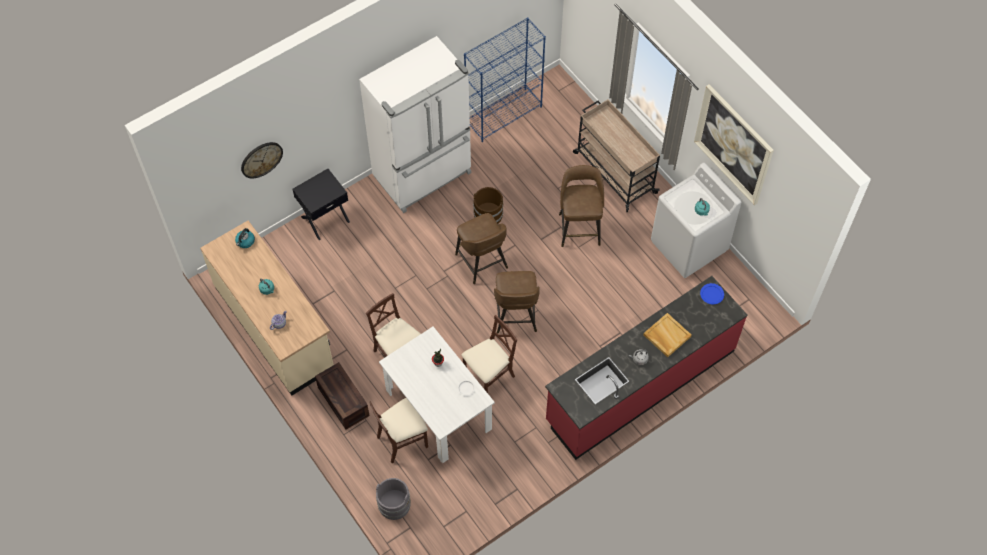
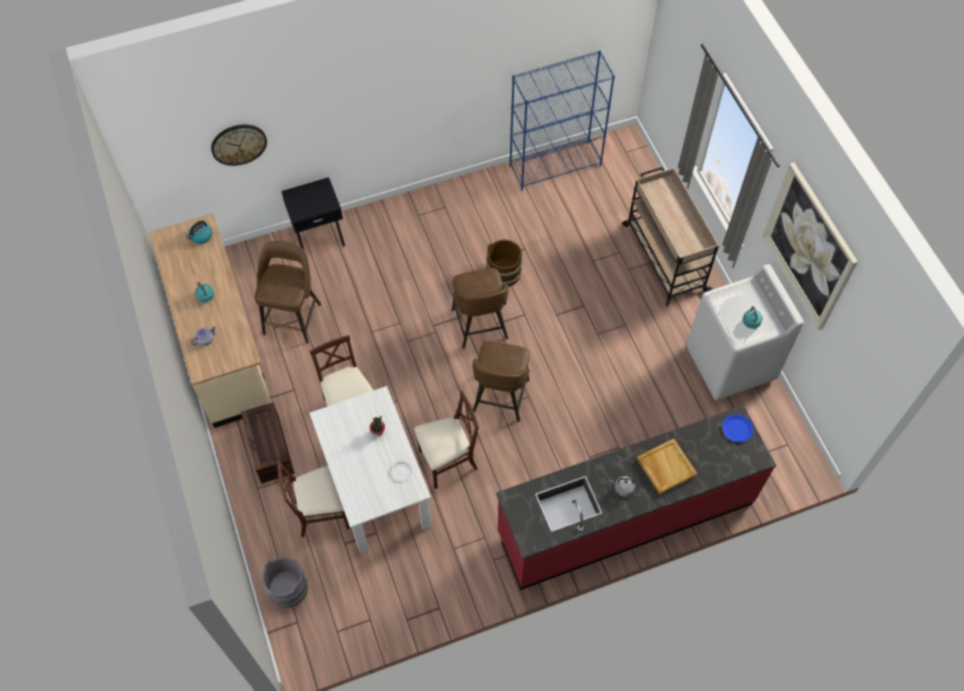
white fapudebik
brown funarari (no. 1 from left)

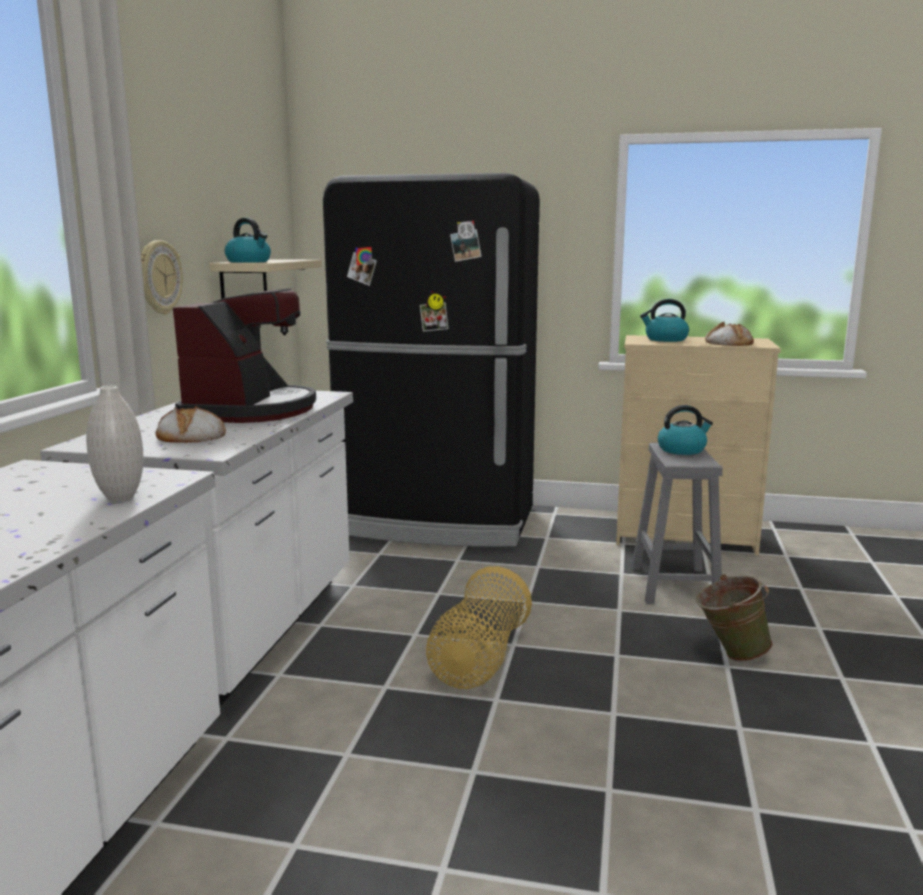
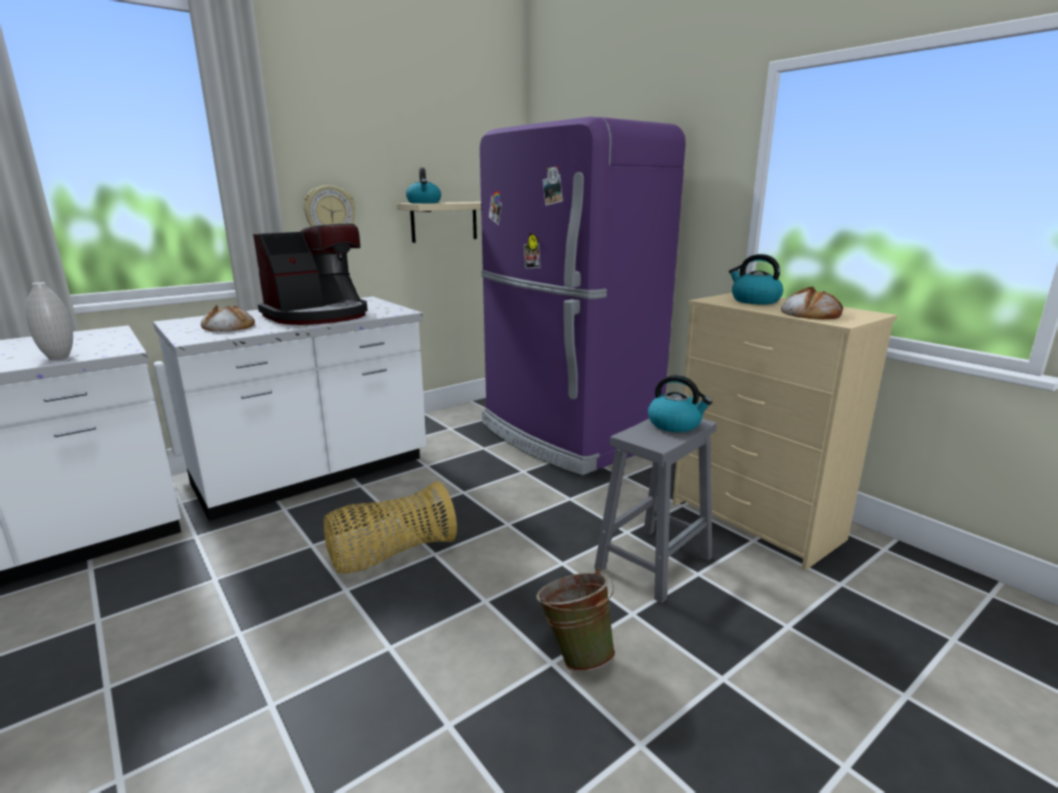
purple fapudebik

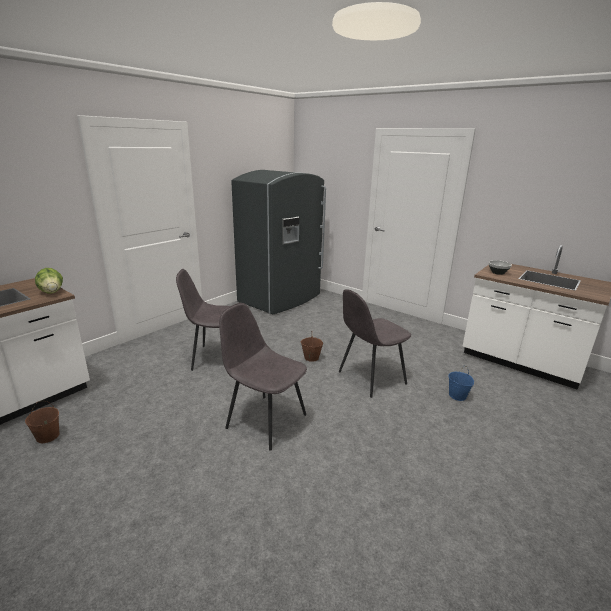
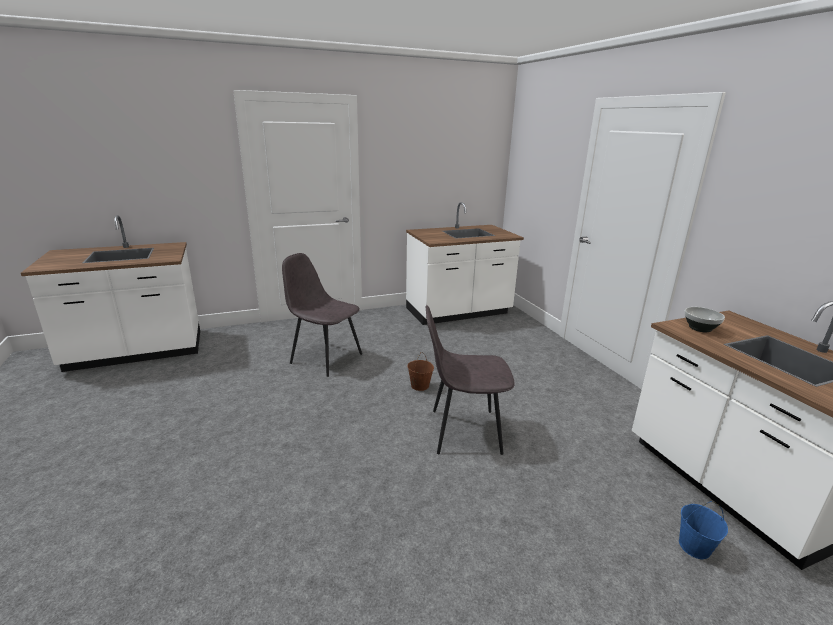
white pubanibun (no. 2 from left)
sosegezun
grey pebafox (no. 2 from left in the first image)
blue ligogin
brown ligogin (no. 1 from left in the first image)

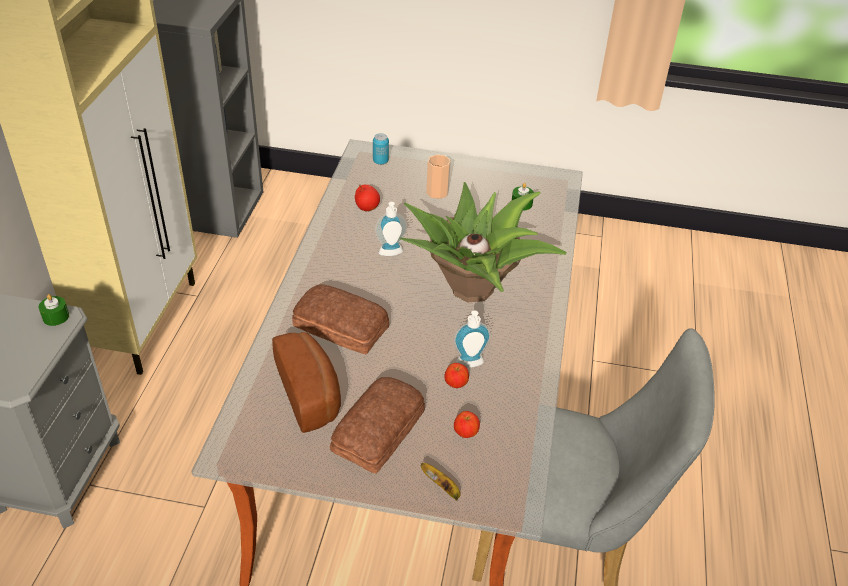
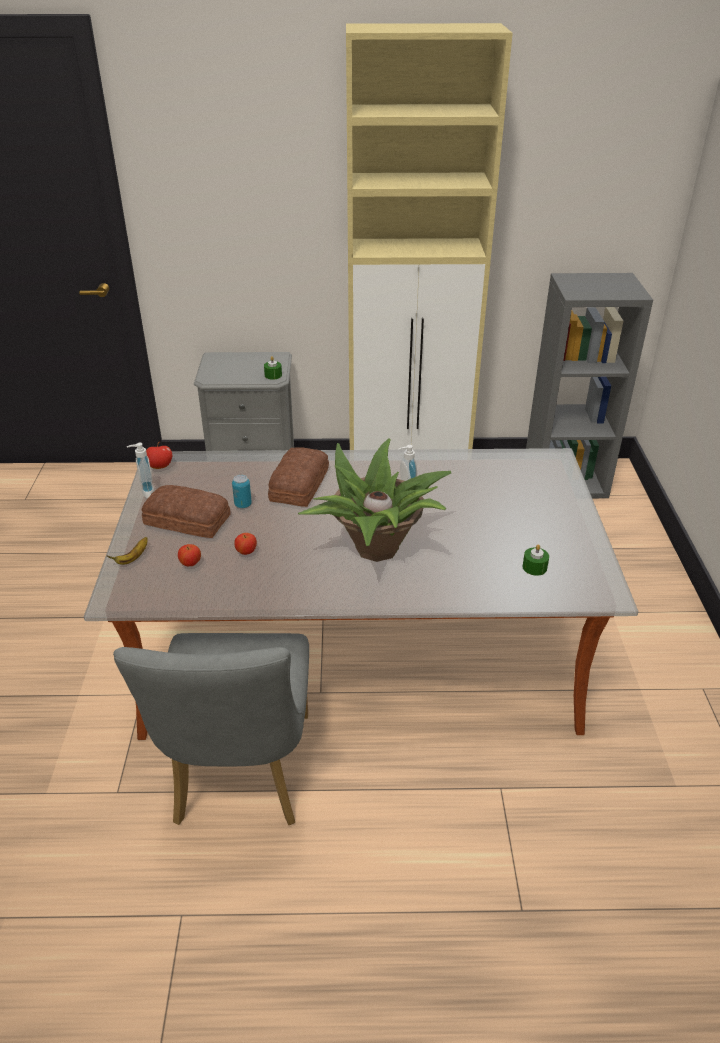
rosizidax
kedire
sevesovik (no. 1 from left)
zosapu (no. 1 from left)
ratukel (no. 1 from left in the first image)

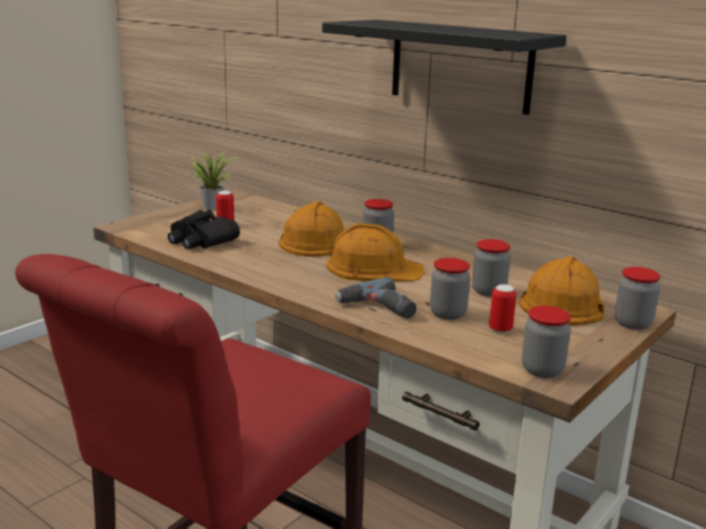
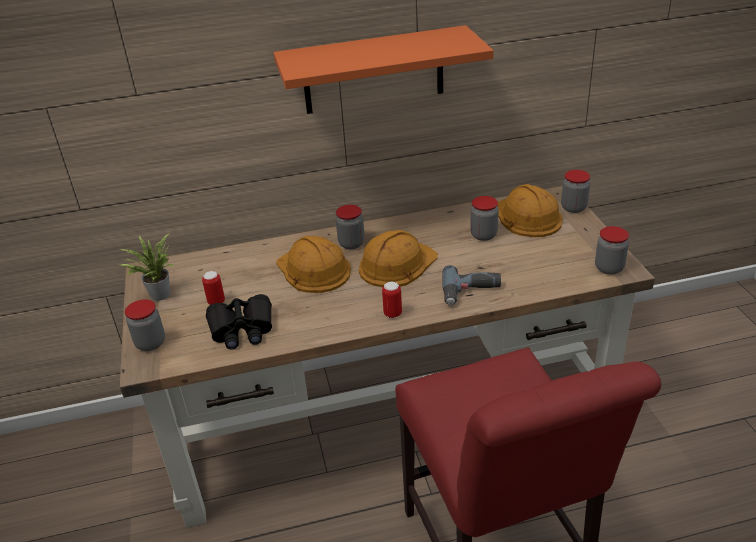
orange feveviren
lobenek (no. 1 from left)
rosizidax (no. 2 from left)

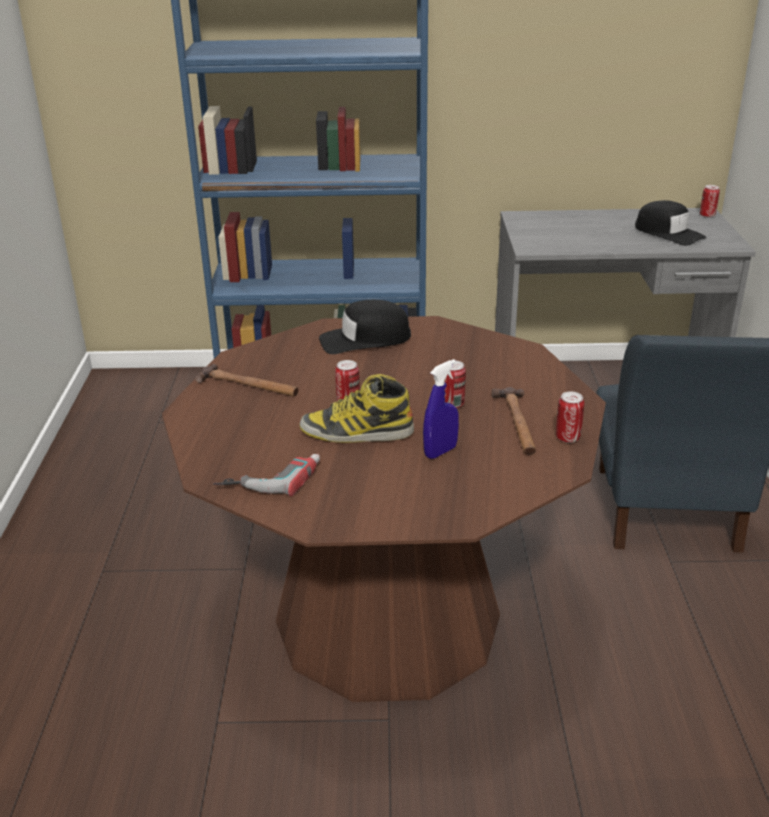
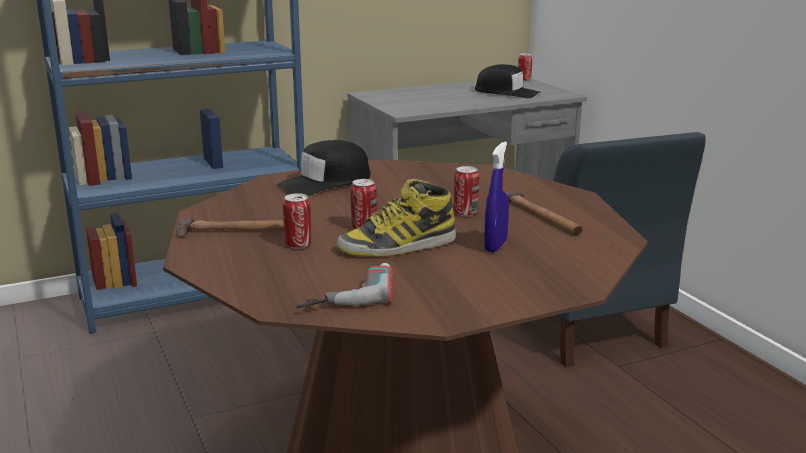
rosizidax (no. 1 from left)

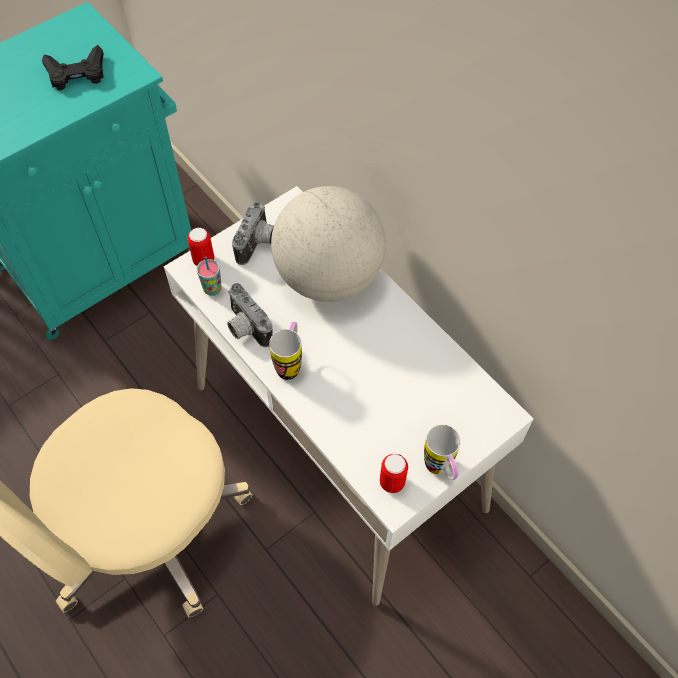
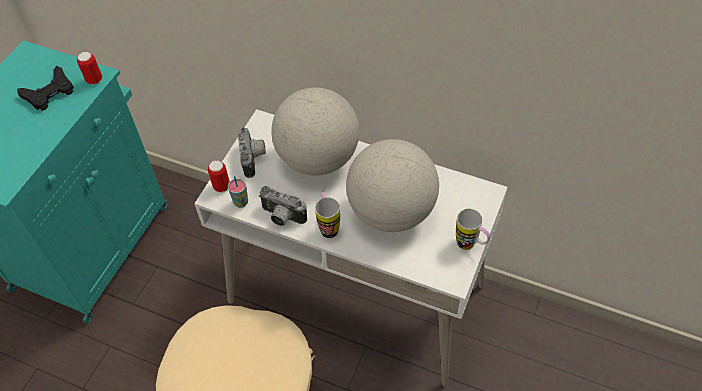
rosizidax (no. 1 from left)
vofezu (no. 2 from left)

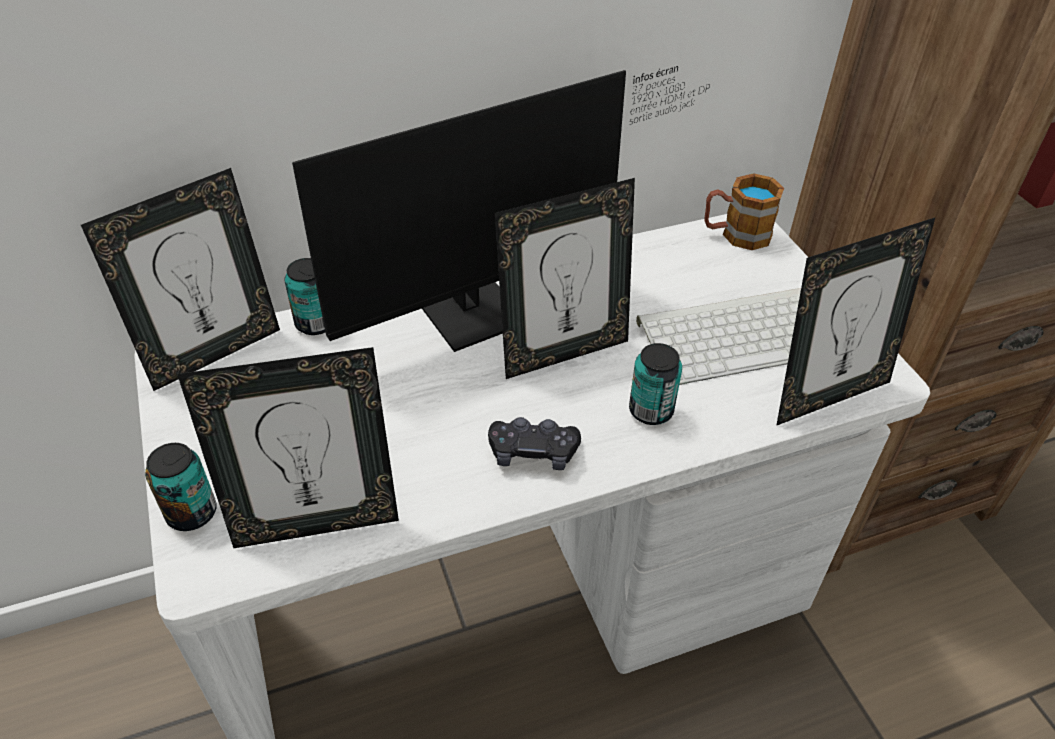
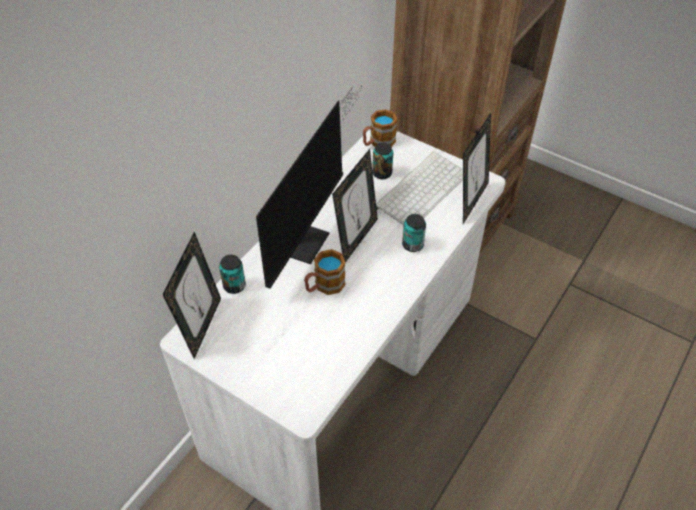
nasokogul (no. 2 from left in the first image)
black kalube
rosizidax (no. 2 from left)
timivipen (no. 1 from left)

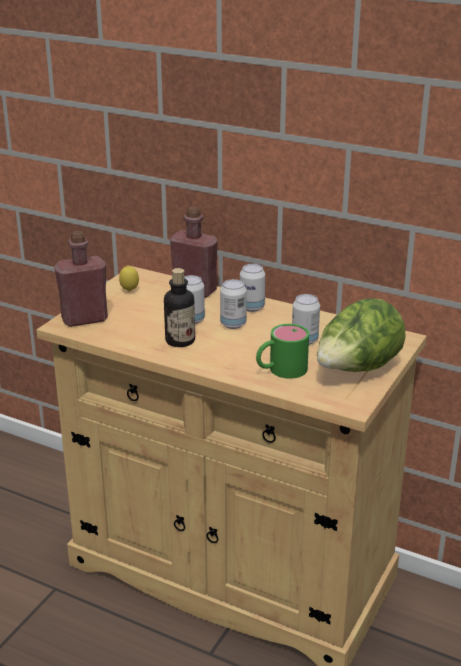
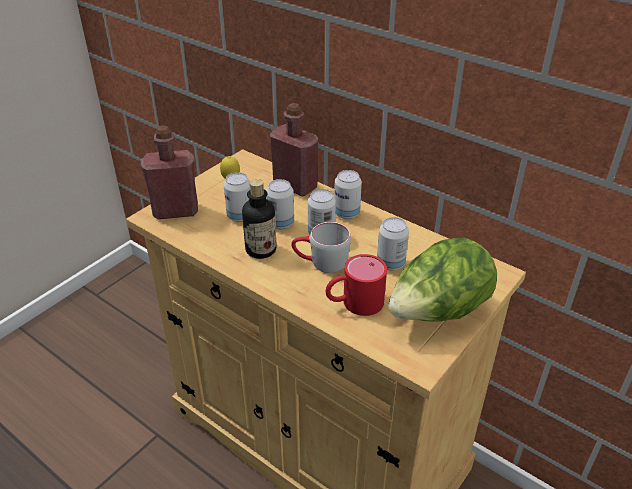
red timivipen
rosizidax (no. 1 from left)
grey timivipen

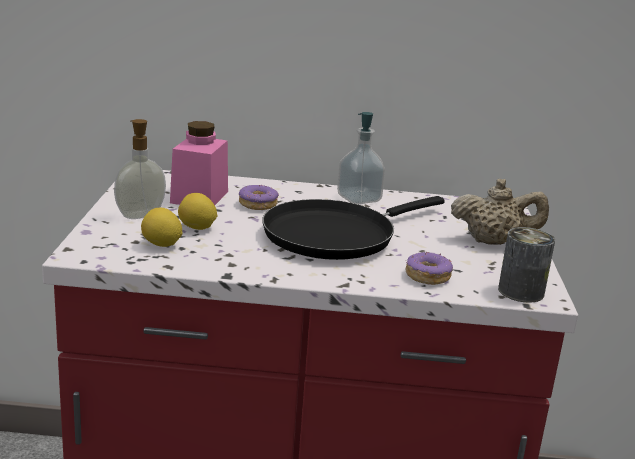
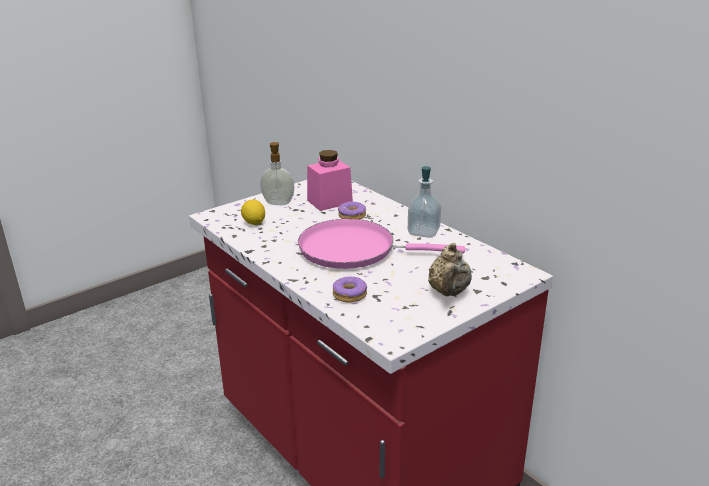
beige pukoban
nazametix (no. 2 from left in the first image)
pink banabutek
rosizidax

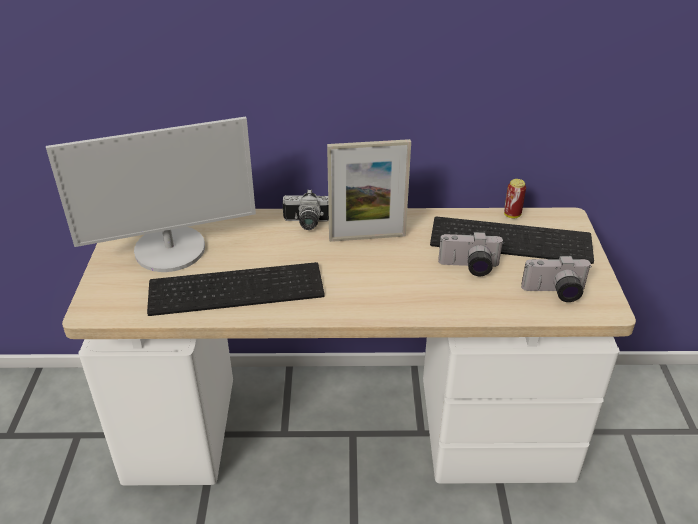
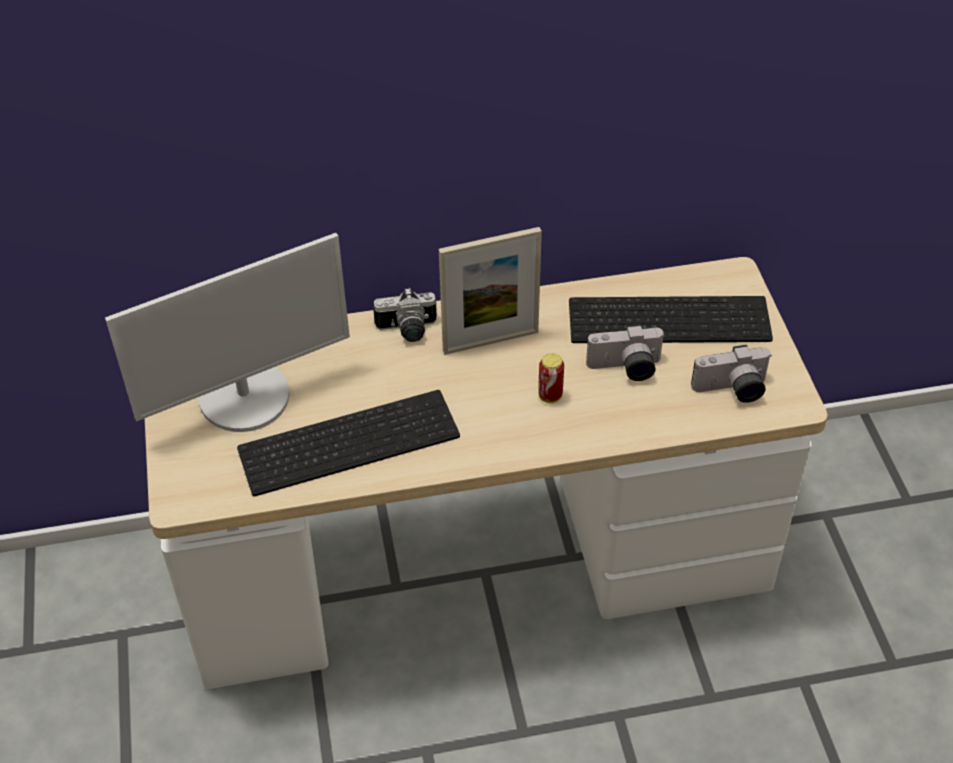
rosizidax

